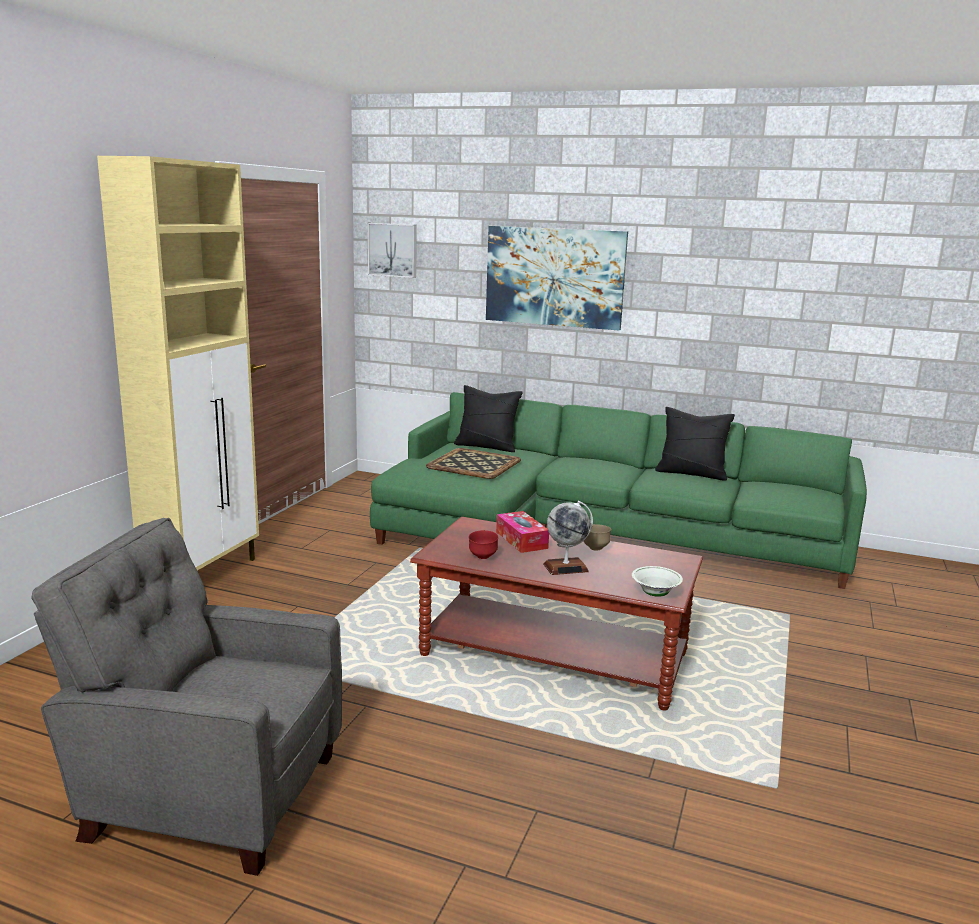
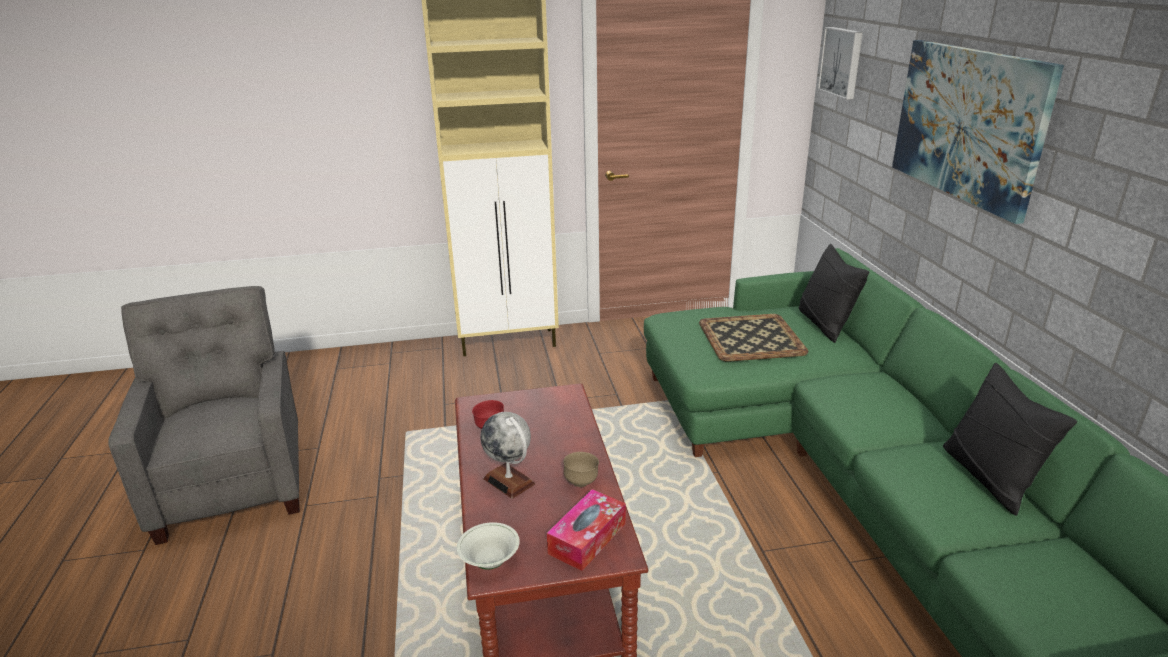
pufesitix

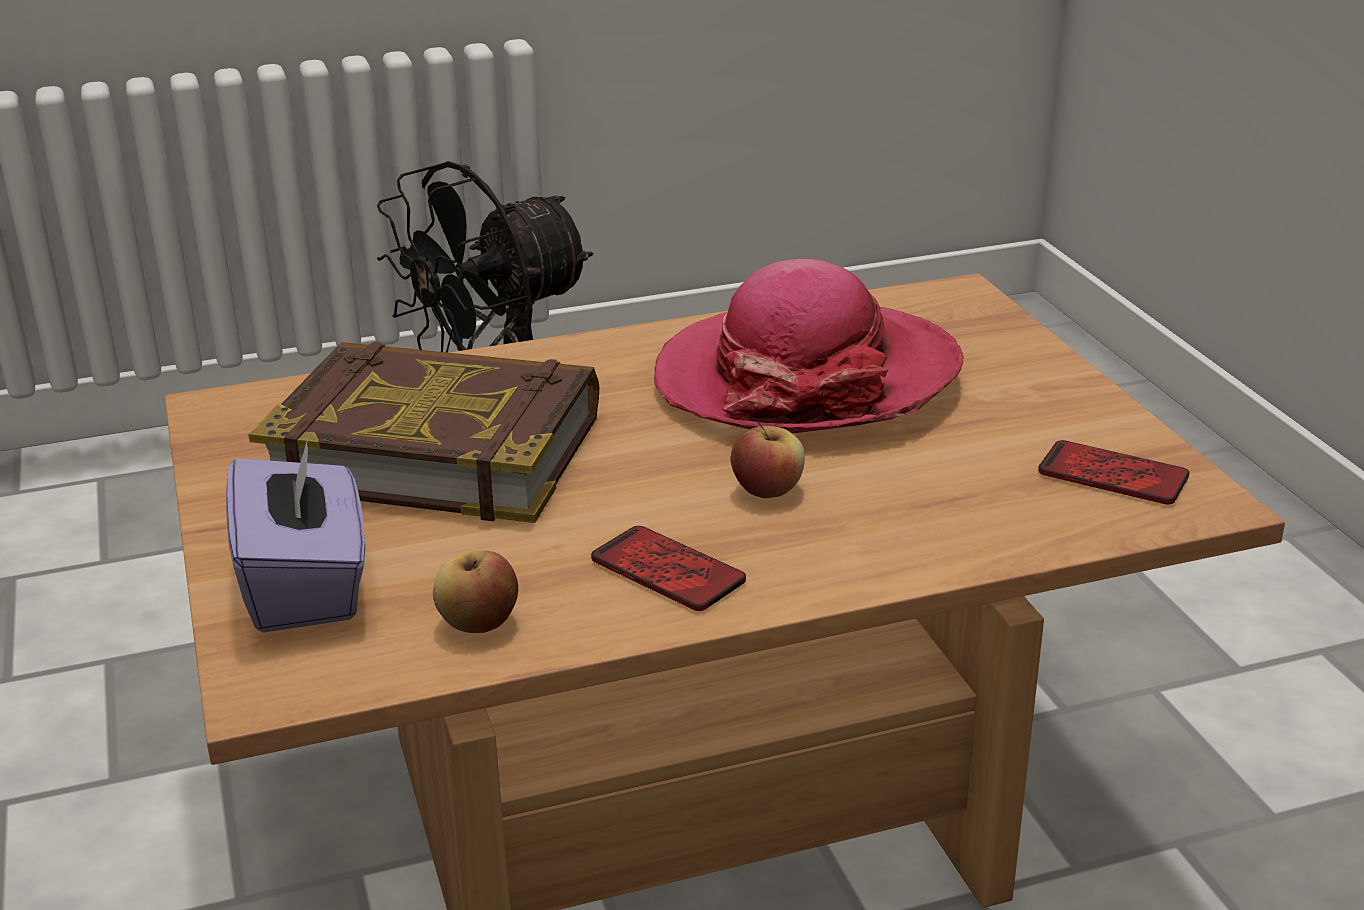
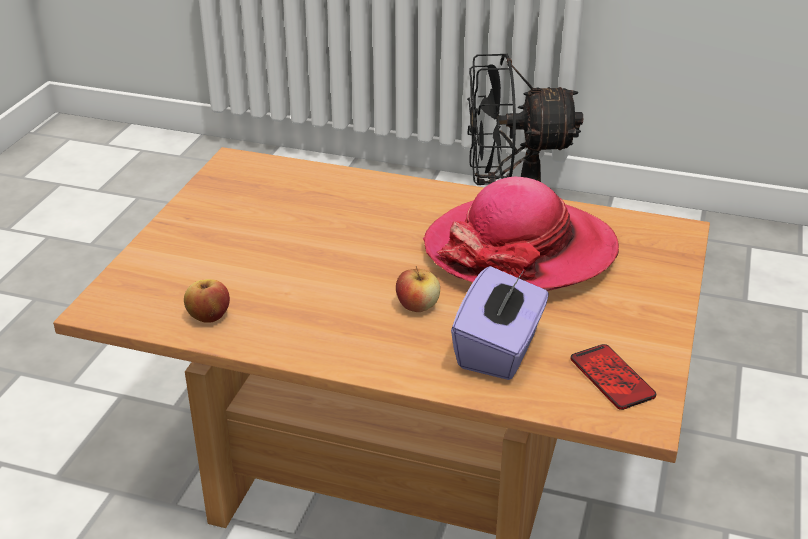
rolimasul
purple pufesitix
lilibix (no. 1 from left in the first image)

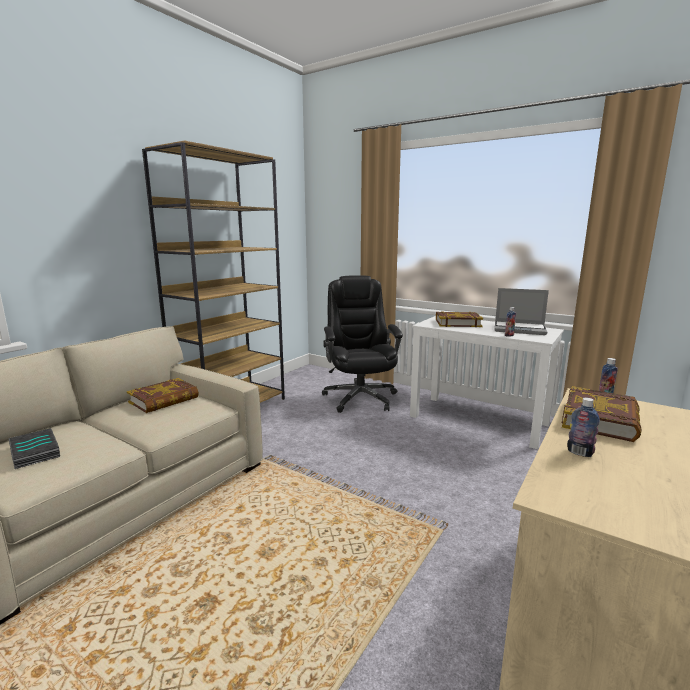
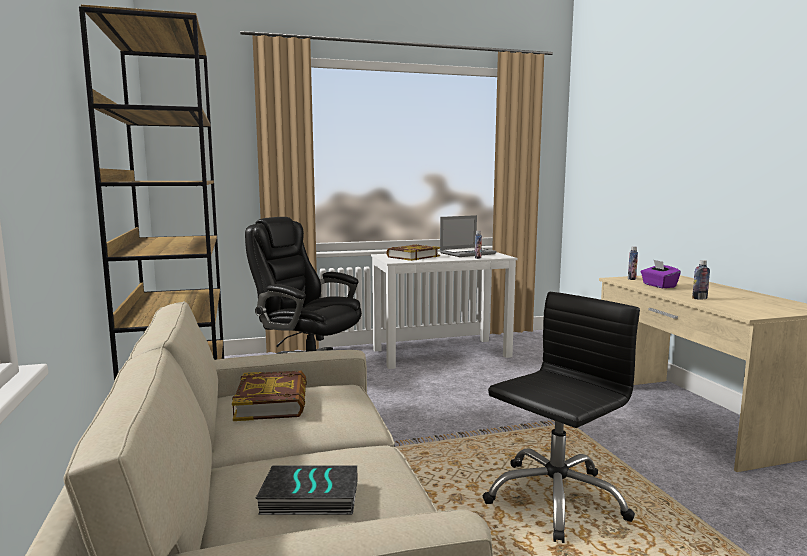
purple pufesitix
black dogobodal (no. 2 from left)

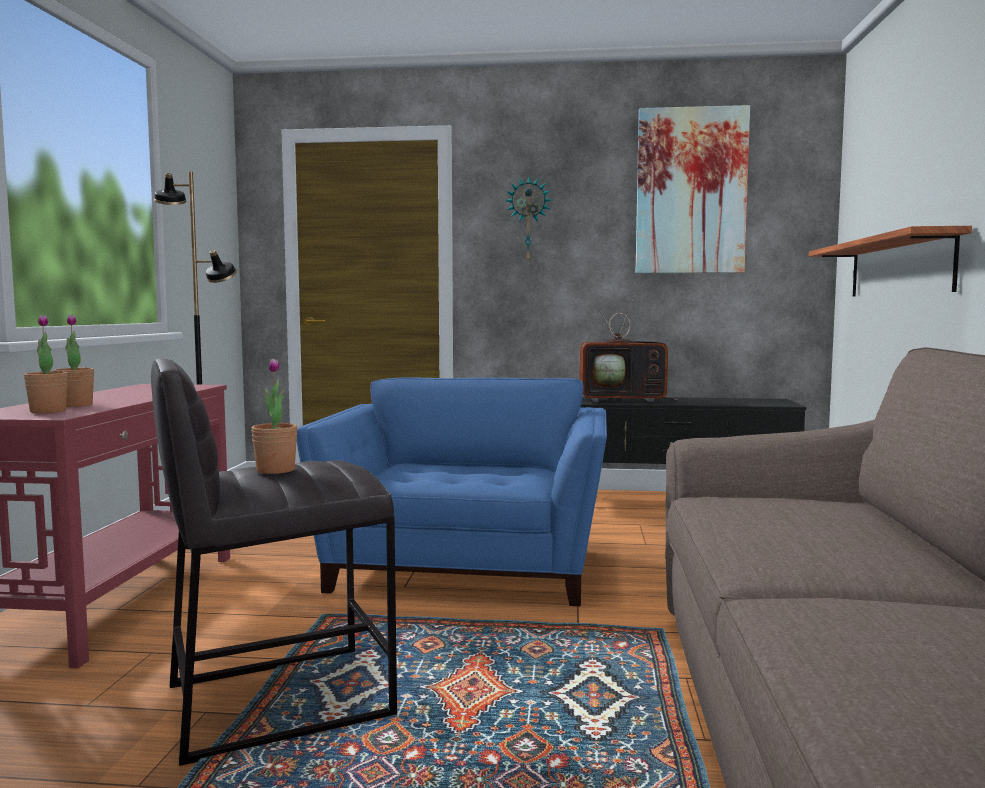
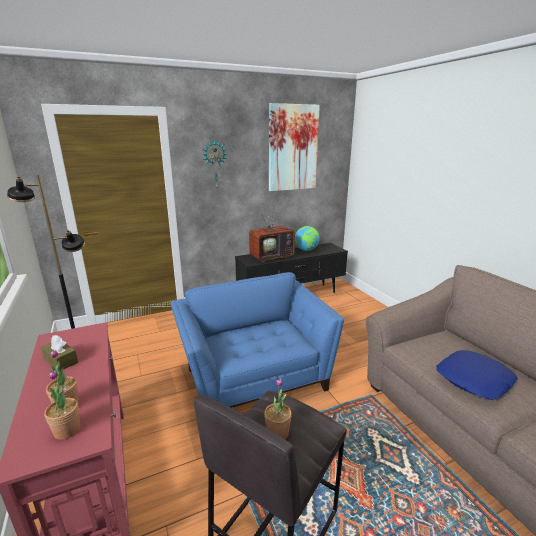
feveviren
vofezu
brown pufesitix
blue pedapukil

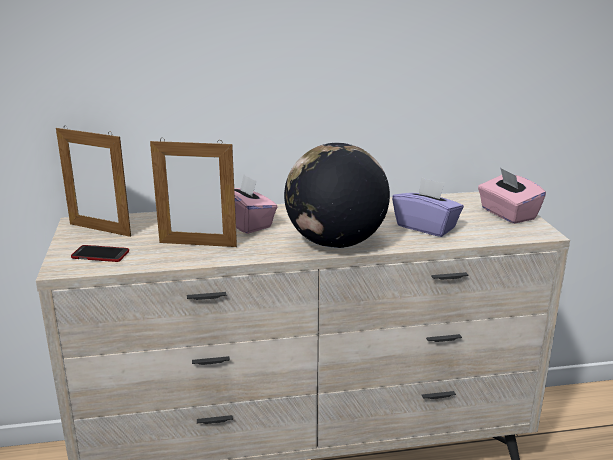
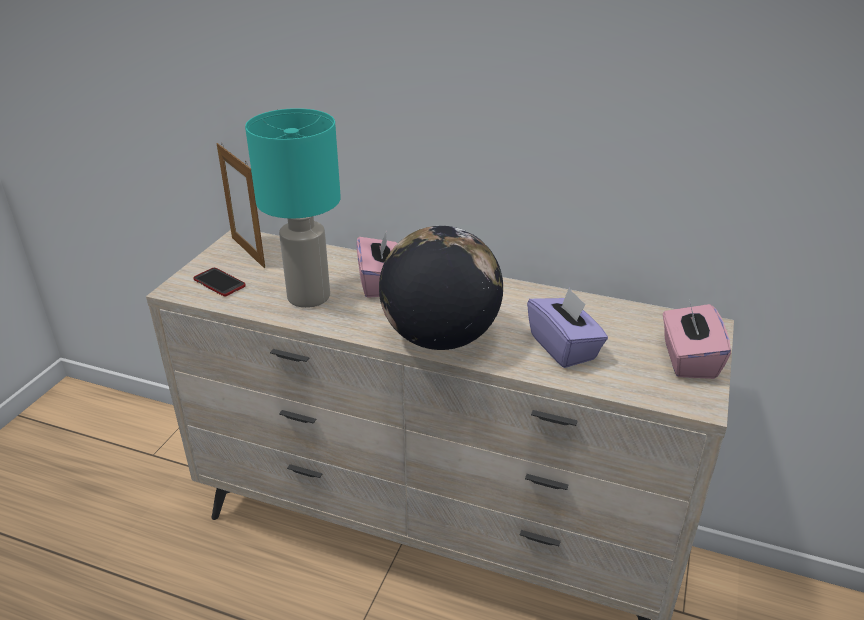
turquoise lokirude

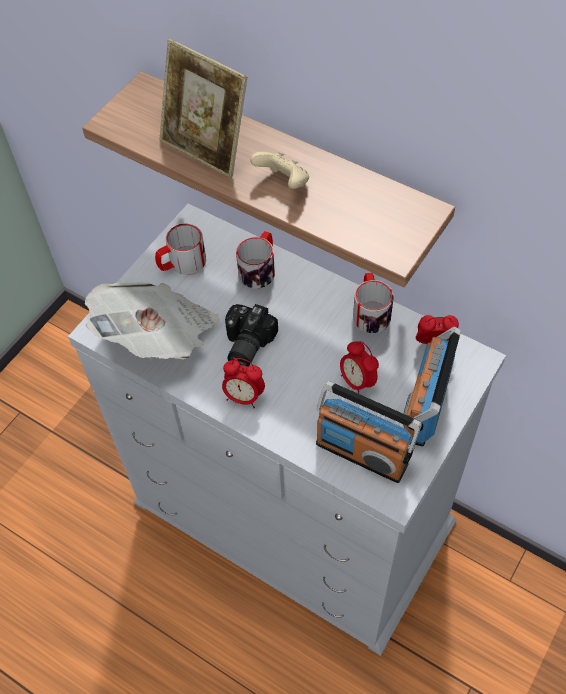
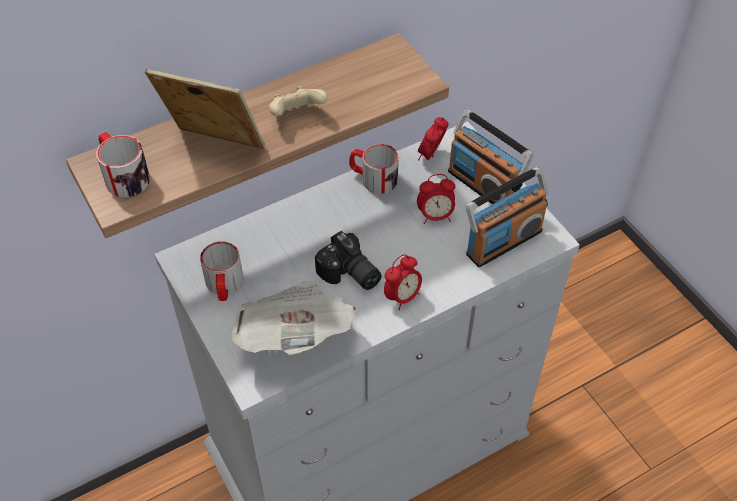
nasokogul
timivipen (no. 1 from left)

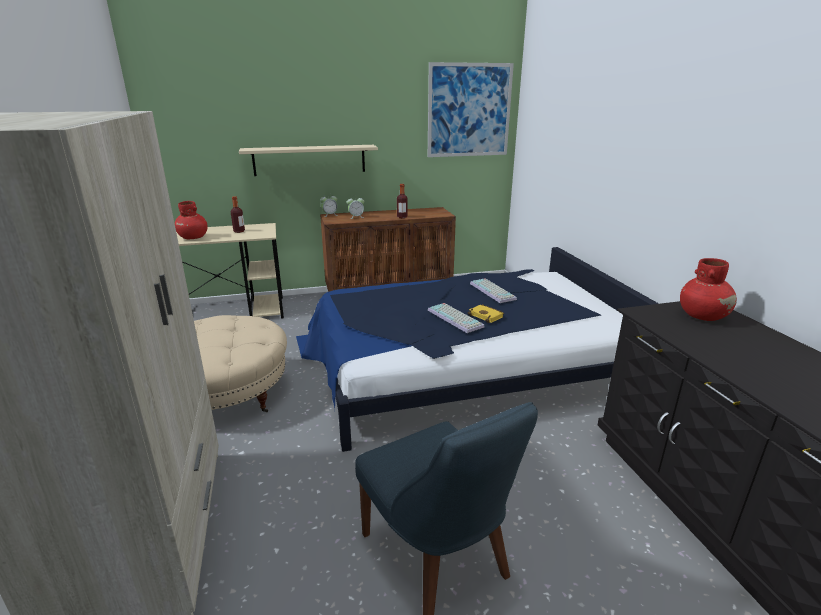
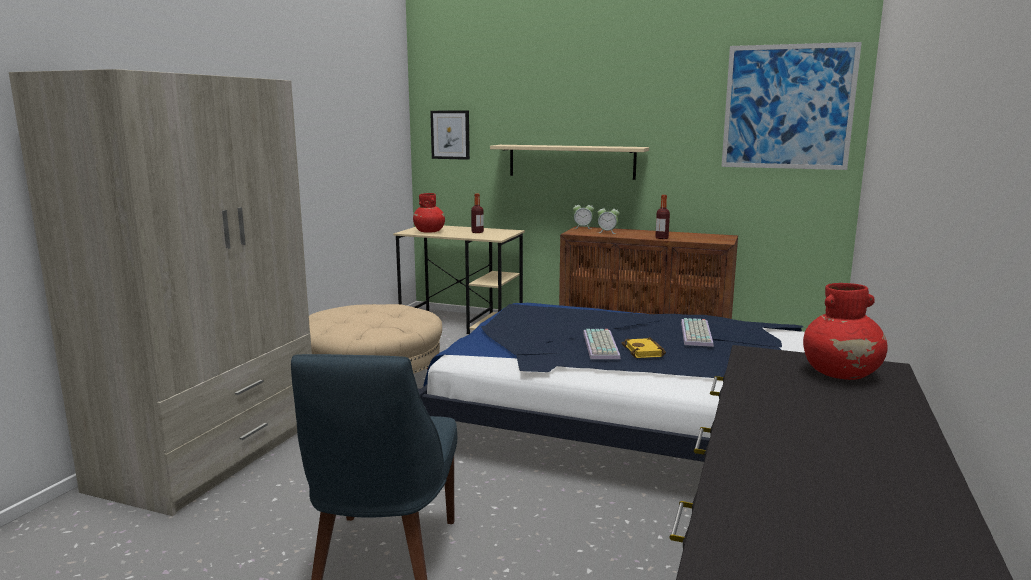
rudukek (no. 1 from left)

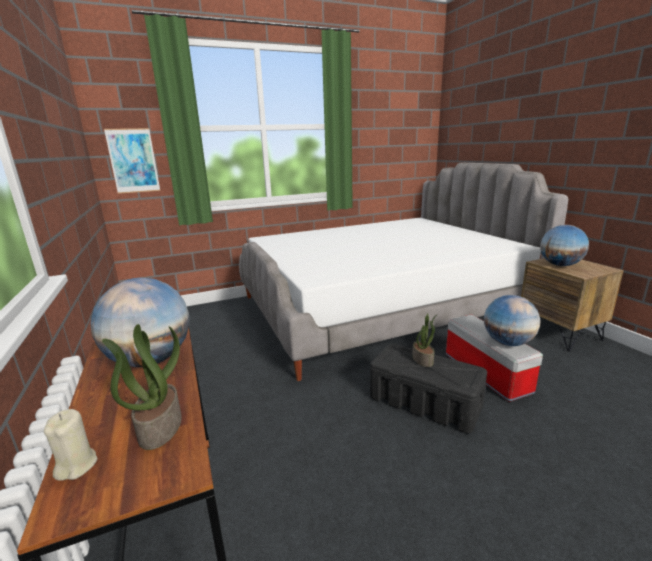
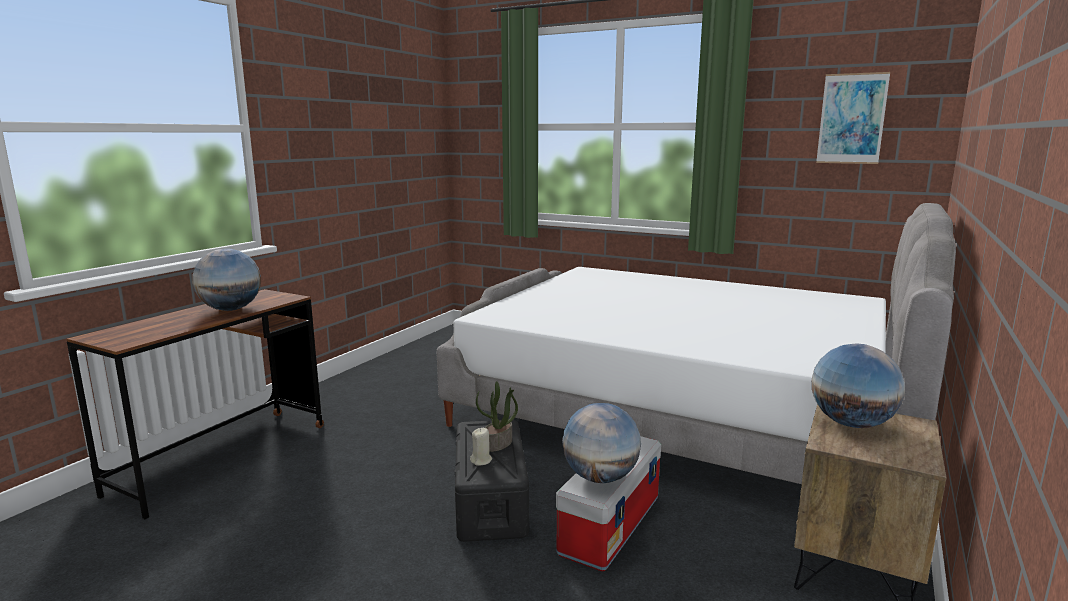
rudukek
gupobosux (no. 1 from left in the first image)
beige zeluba

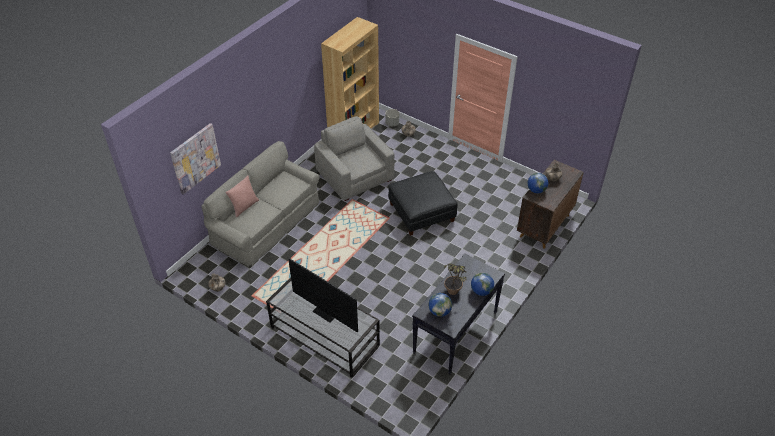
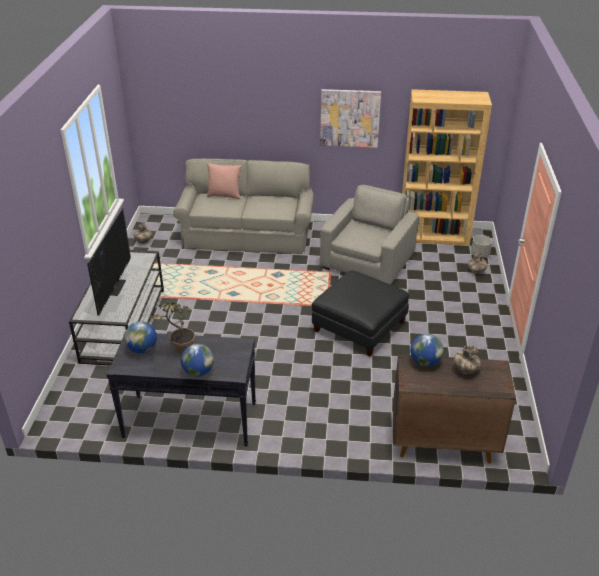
rudukek

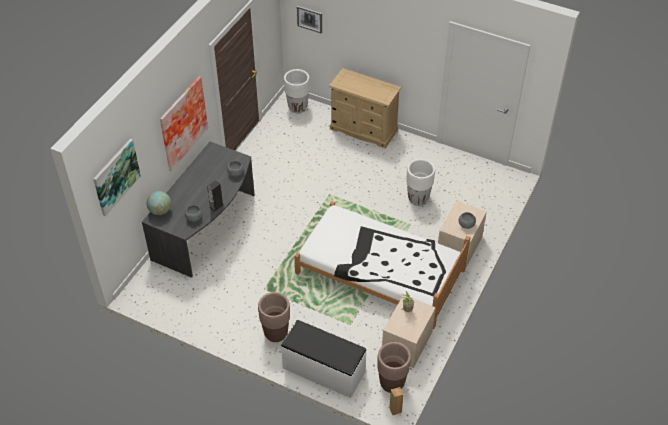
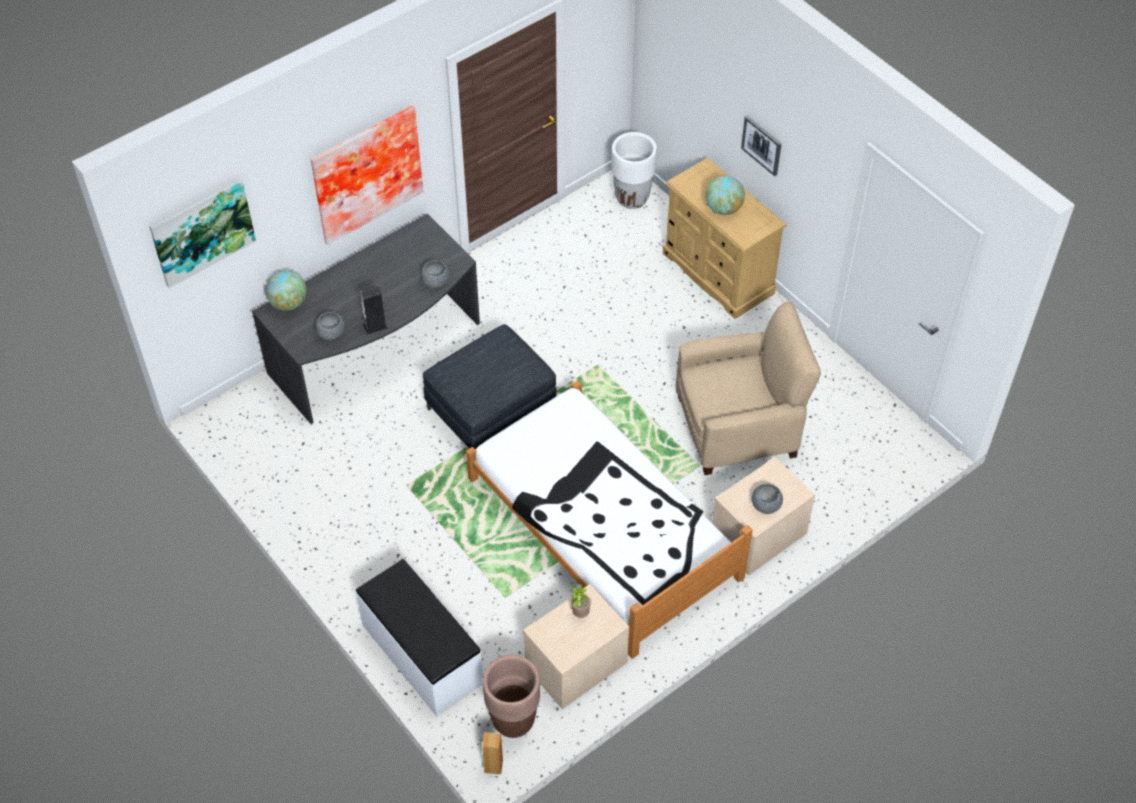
rudukek (no. 3 from left)
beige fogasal
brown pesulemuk (no. 1 from left in the first image)
vofezu (no. 2 from left)
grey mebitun

